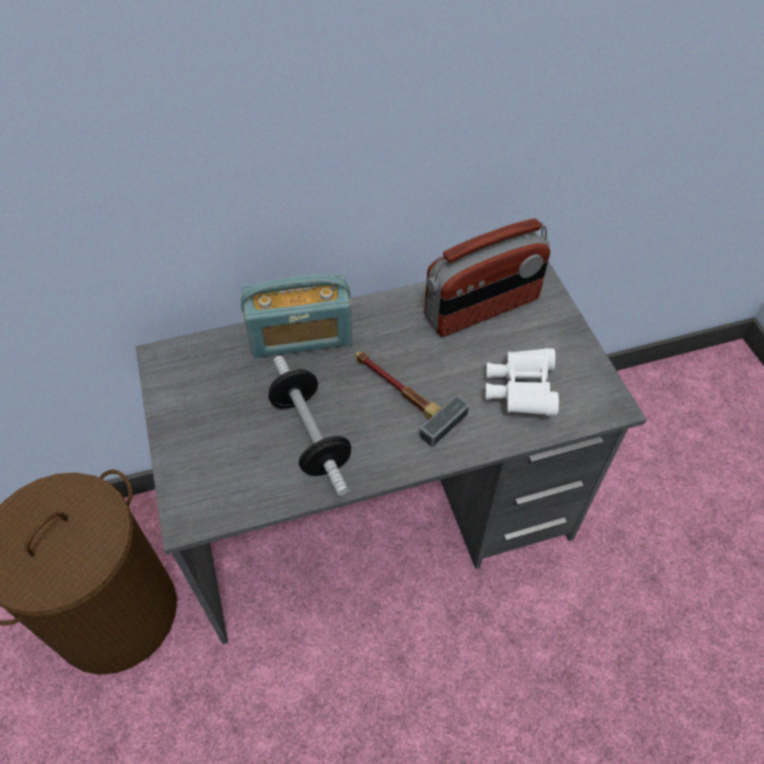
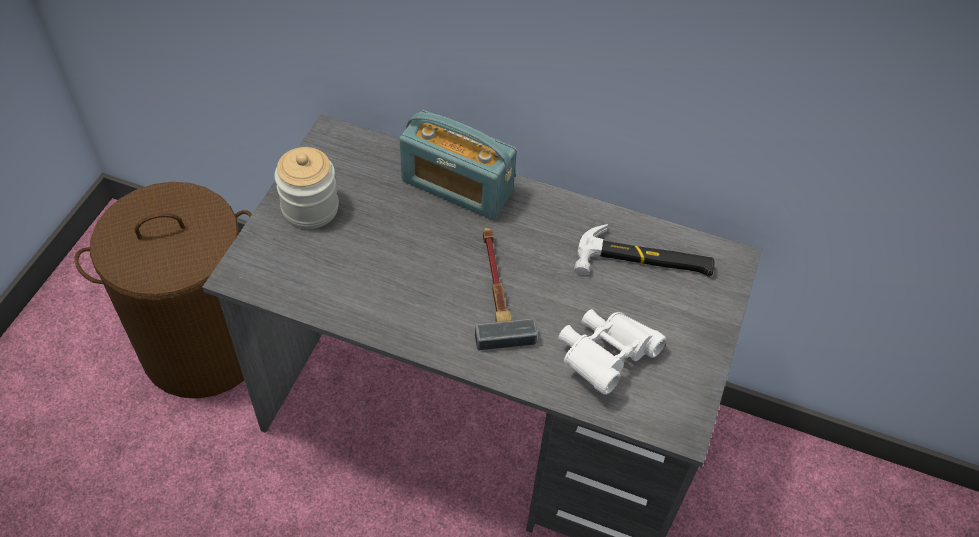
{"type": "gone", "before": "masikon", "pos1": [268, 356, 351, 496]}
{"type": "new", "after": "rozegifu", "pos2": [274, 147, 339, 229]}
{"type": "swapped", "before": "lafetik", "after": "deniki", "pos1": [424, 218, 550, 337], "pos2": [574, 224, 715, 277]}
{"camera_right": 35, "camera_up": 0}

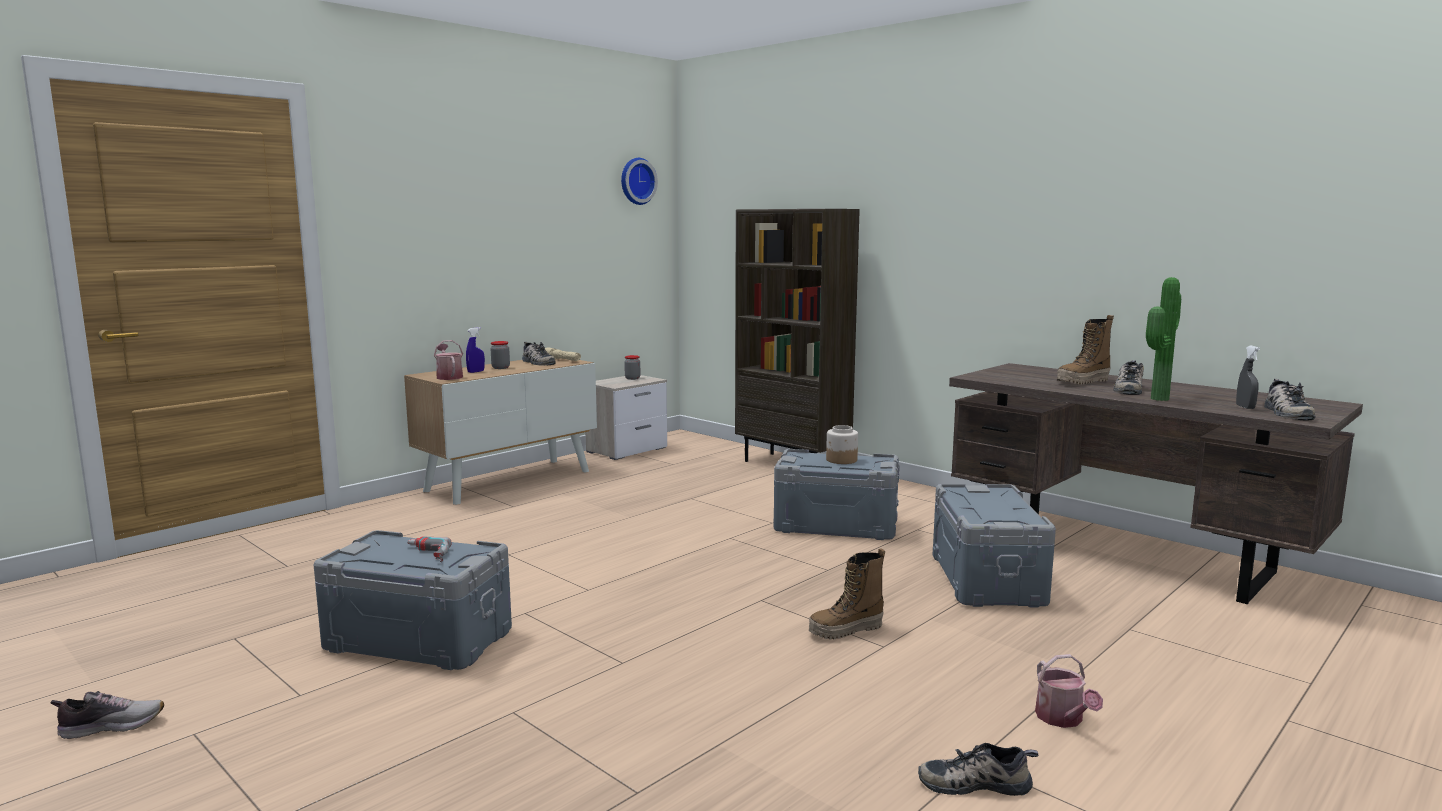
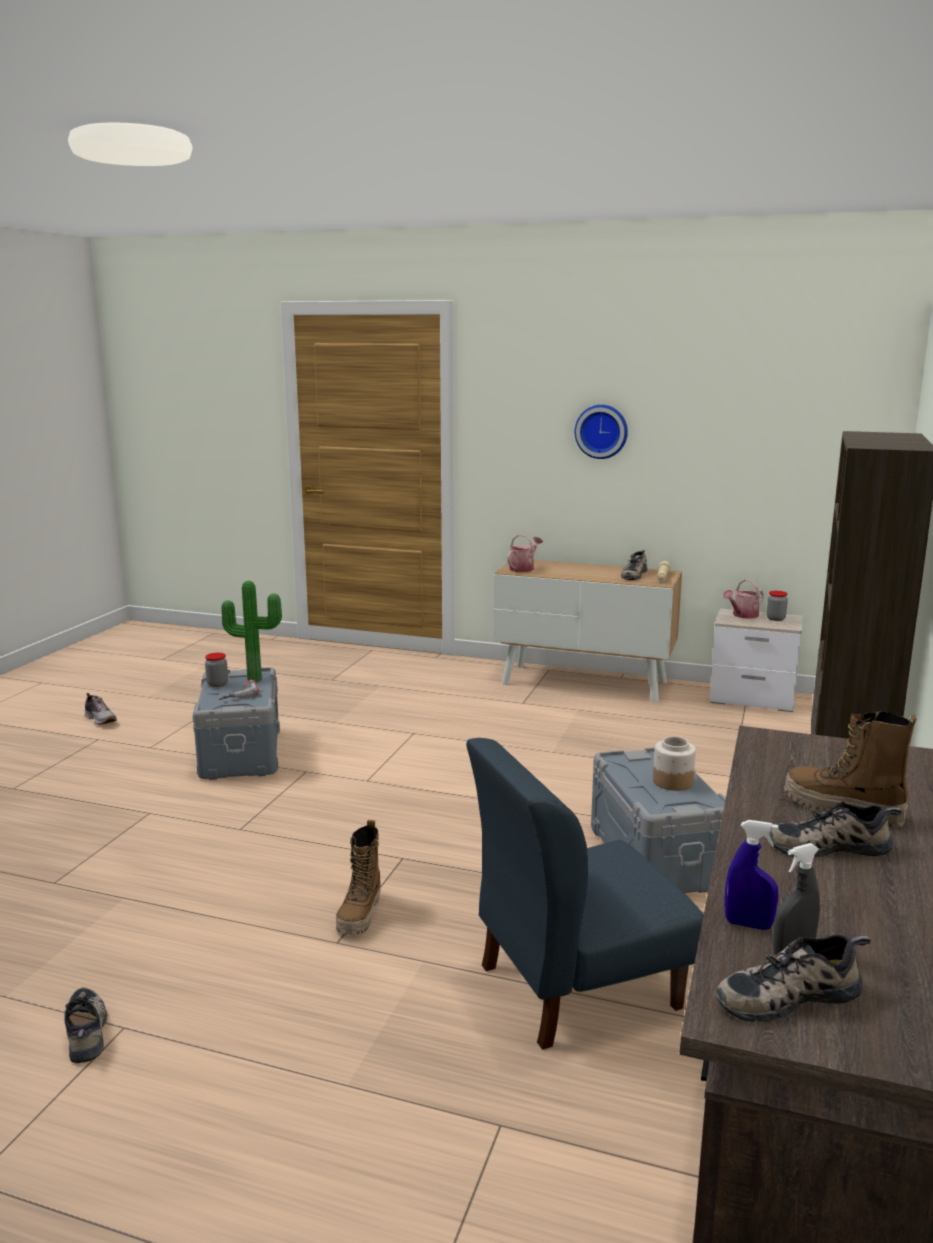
{"type": "shifted", "before": "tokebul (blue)", "pos1": [466, 327, 485, 373], "pos2": [724, 820, 779, 930]}
{"type": "shifted", "before": "rozegifu", "pos1": [490, 341, 510, 369], "pos2": [205, 653, 228, 687]}
{"type": "shifted", "before": "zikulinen", "pos1": [621, 158, 658, 205], "pos2": [575, 405, 628, 459]}
{"type": "shifted", "before": "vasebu", "pos1": [1035, 654, 1103, 728], "pos2": [723, 579, 764, 619]}
{"type": "shifted", "before": "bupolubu", "pos1": [1146, 277, 1181, 401], "pos2": [222, 581, 282, 682]}
{"type": "swapped", "before": "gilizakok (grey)", "after": "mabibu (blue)", "pos1": [933, 484, 1056, 608], "pos2": [466, 738, 704, 1050]}
{"type": "rotated", "before": "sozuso", "pos1": [809, 548, 885, 639], "pos2": [336, 820, 381, 935], "turn": -120}
{"camera_right": 65, "camera_up": 5}

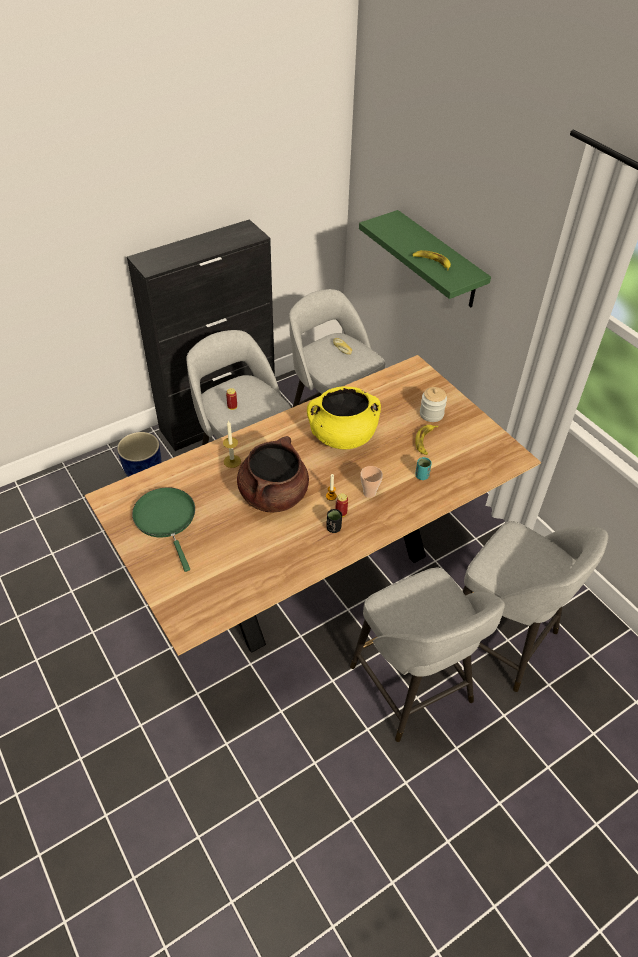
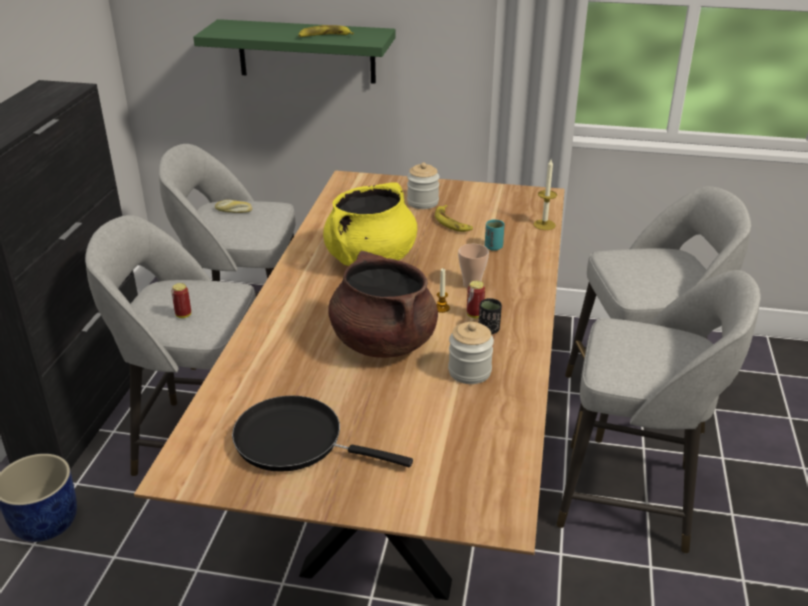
{"type": "new", "after": "rozegifu", "pos2": [448, 322, 494, 384]}
{"type": "shifted", "before": "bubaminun", "pos1": [223, 421, 241, 468], "pos2": [534, 160, 557, 230]}
{"type": "repainted", "before": "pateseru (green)", "after": "pateseru (black)", "pos1": [132, 487, 195, 572], "pos2": [232, 395, 413, 472]}
{"camera_right": -45, "camera_up": -15}

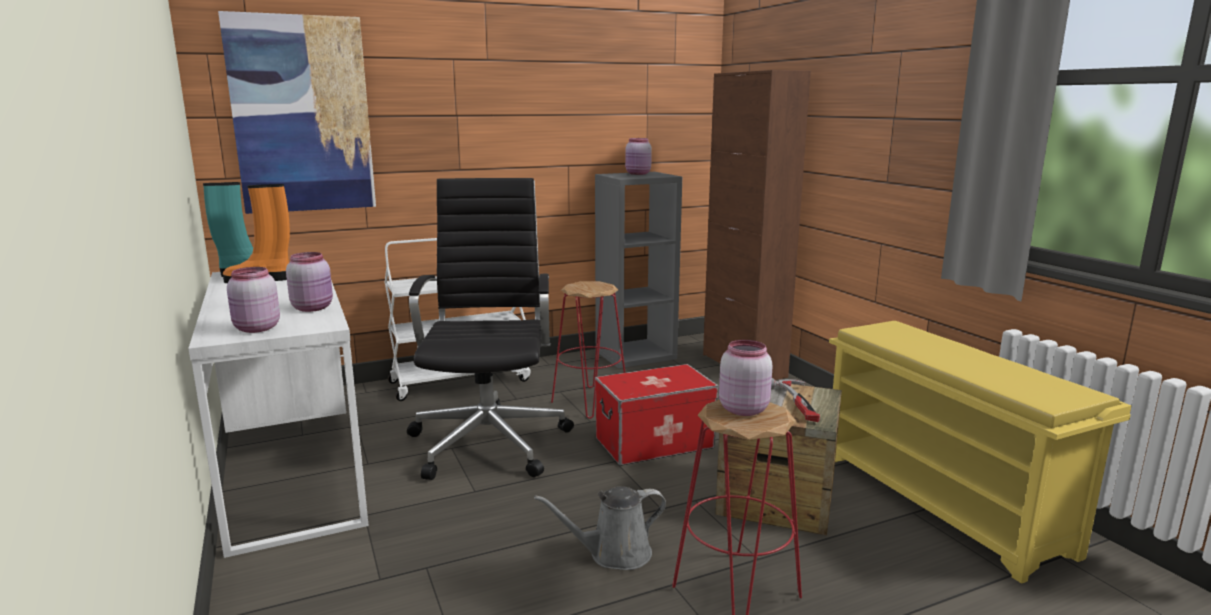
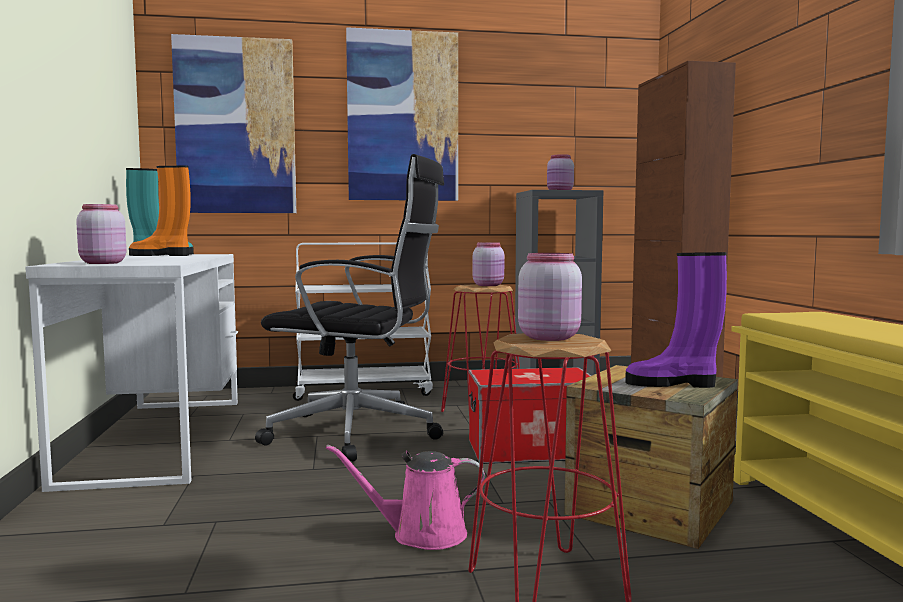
{"type": "new", "after": "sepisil", "pos2": [346, 27, 458, 201]}
{"type": "shifted", "before": "rozegifu (pink)", "pos1": [286, 252, 333, 312], "pos2": [473, 242, 504, 286]}
{"type": "swapped", "before": "deniki", "after": "sozuso (purple)", "pos1": [771, 378, 820, 422], "pos2": [625, 252, 727, 388]}
{"type": "repainted", "before": "vasebu (grey)", "after": "vasebu (pink)", "pos1": [534, 486, 666, 570], "pos2": [326, 445, 485, 550]}
{"type": "rotated", "before": "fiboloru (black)", "pos1": [407, 178, 574, 480], "pos2": [255, 154, 444, 462], "turn": 90}
{"camera_right": 15, "camera_up": -10}

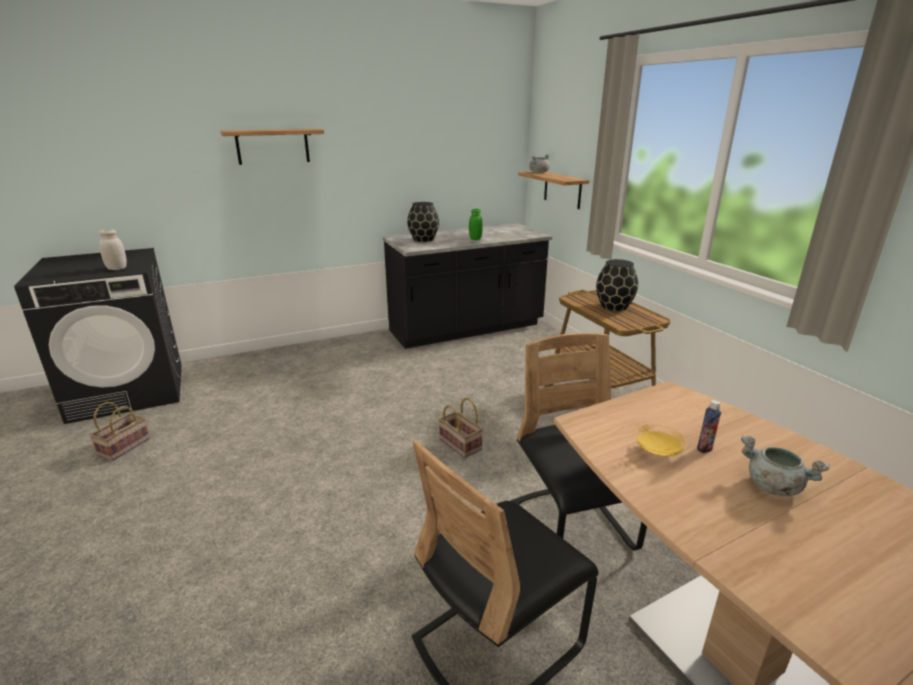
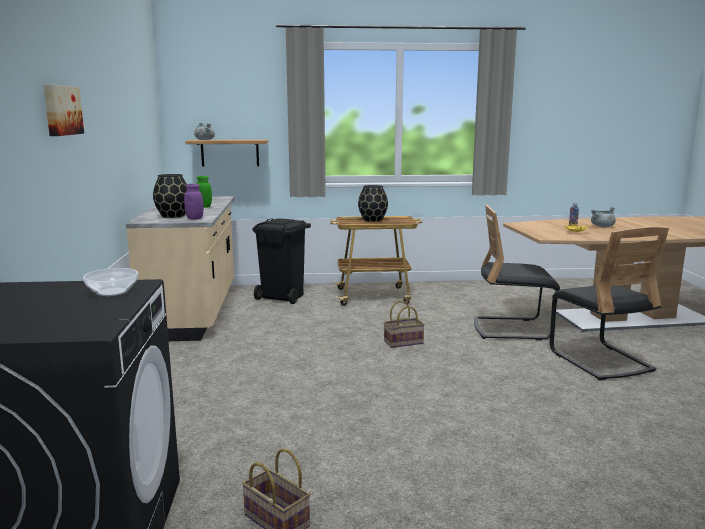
{"type": "new", "after": "rozegifu (purple)", "pos2": [184, 184, 204, 219]}
{"type": "new", "after": "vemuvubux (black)", "pos2": [252, 218, 311, 304]}
{"type": "swapped", "before": "rozegifu (white)", "after": "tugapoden", "pos1": [98, 229, 127, 270], "pos2": [83, 268, 138, 296]}
{"type": "swapped", "before": "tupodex", "after": "sepisil", "pos1": [220, 129, 324, 165], "pos2": [43, 84, 84, 136]}
{"type": "repainted", "before": "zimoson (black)", "after": "zimoson (beige)", "pos1": [383, 223, 552, 349], "pos2": [126, 196, 235, 341]}
{"camera_right": -70, "camera_up": -10}

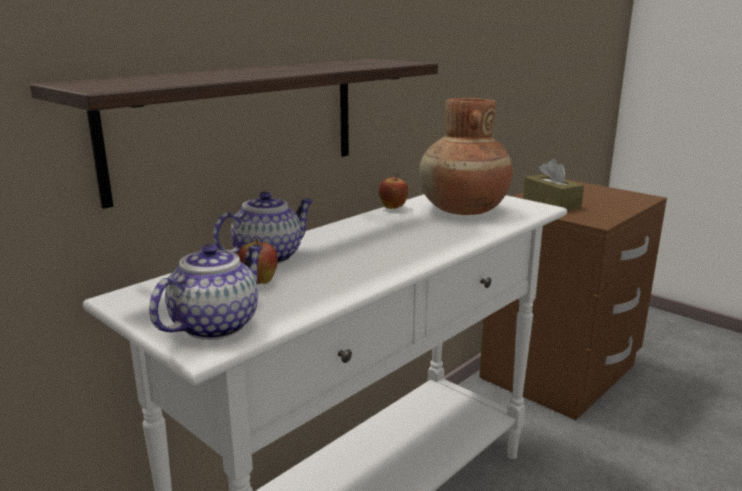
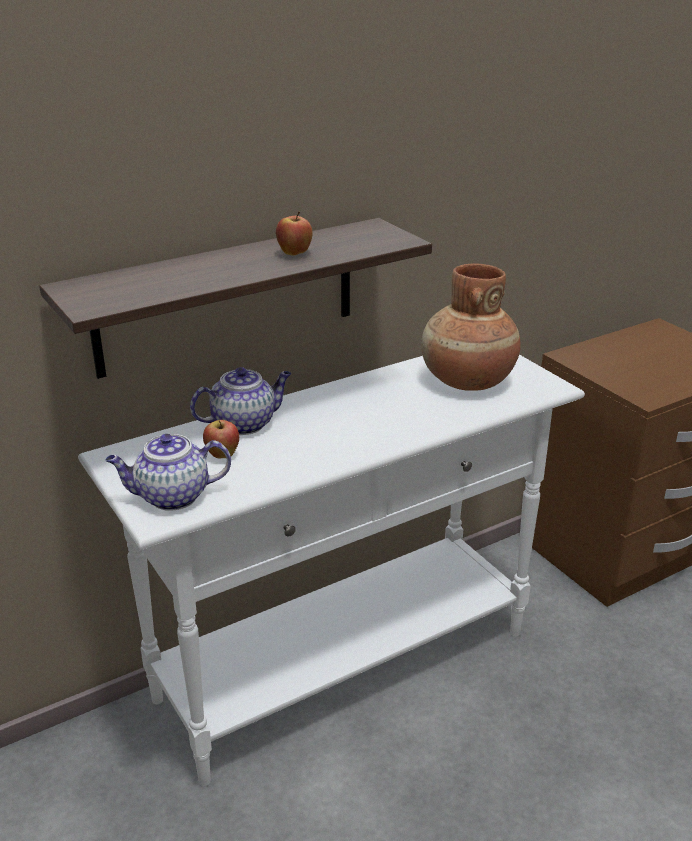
{"type": "gone", "before": "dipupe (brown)", "pos1": [523, 159, 584, 211]}
{"type": "shifted", "before": "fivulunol", "pos1": [379, 173, 408, 209], "pos2": [276, 211, 313, 256]}
{"type": "rotated", "before": "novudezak", "pos1": [149, 244, 263, 340], "pos2": [105, 434, 231, 511], "turn": -150}
{"camera_right": 15, "camera_up": 10}

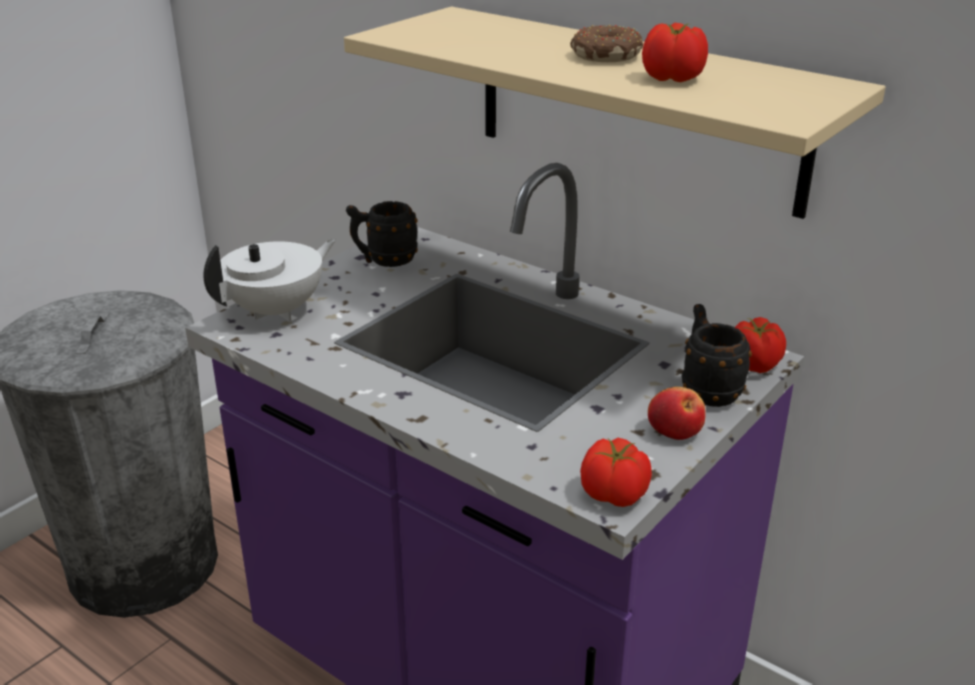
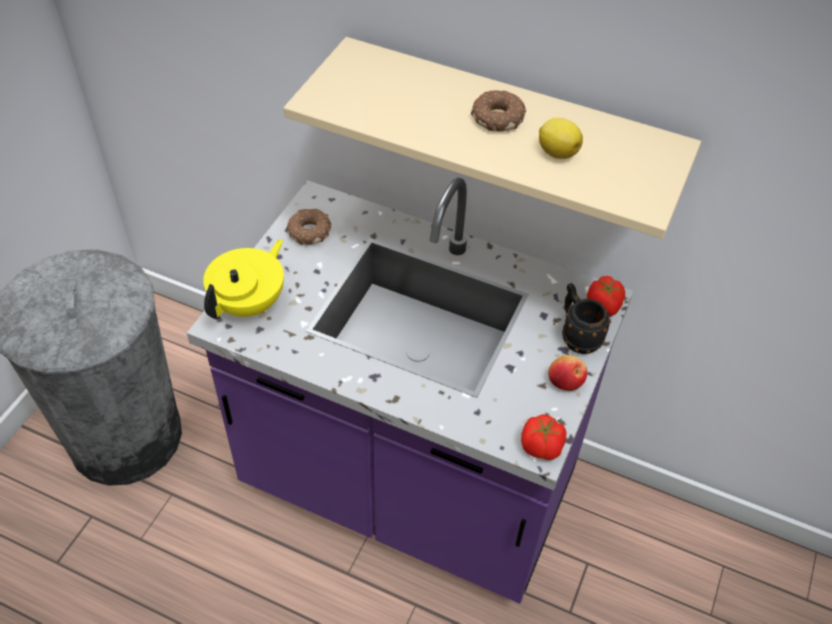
{"type": "swapped", "before": "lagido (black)", "after": "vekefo", "pos1": [346, 201, 418, 267], "pos2": [286, 208, 331, 245]}
{"type": "swapped", "before": "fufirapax", "after": "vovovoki", "pos1": [642, 23, 708, 82], "pos2": [539, 118, 583, 159]}
{"type": "repainted", "before": "novudezak (white)", "after": "novudezak (yellow)", "pos1": [203, 239, 336, 321], "pos2": [203, 239, 284, 319]}
{"camera_right": -15, "camera_up": 20}

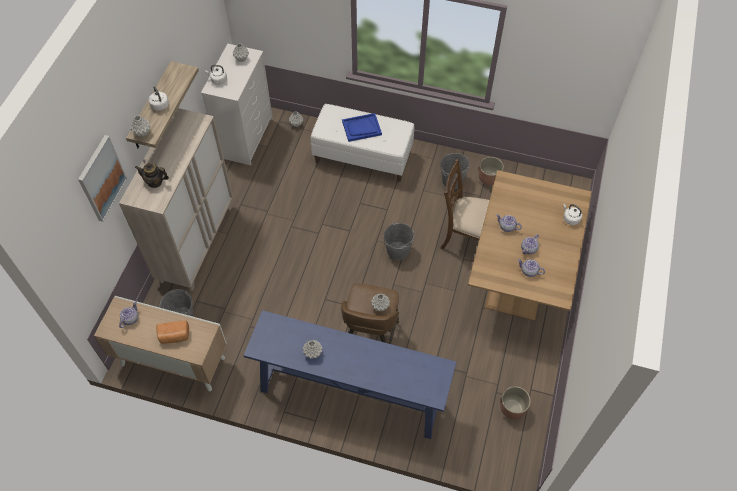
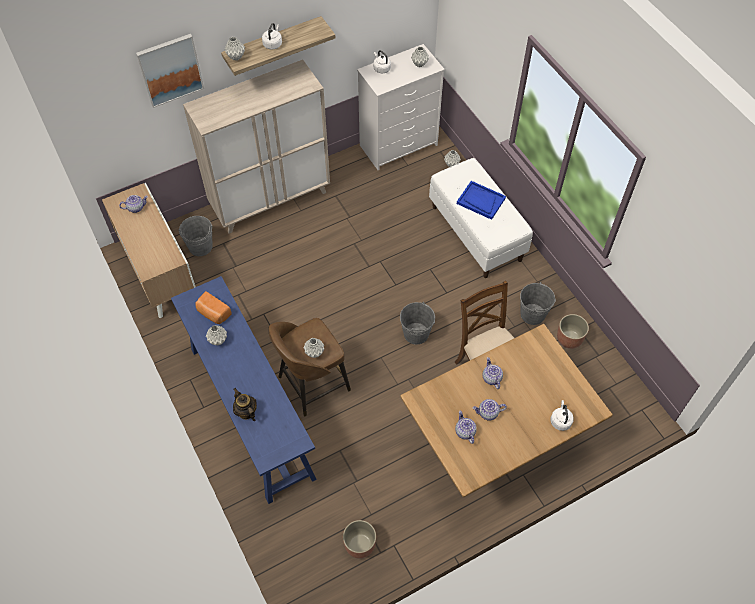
{"type": "shifted", "before": "novudezak", "pos1": [135, 163, 169, 188], "pos2": [233, 388, 257, 421]}
{"type": "shifted", "before": "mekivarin", "pos1": [156, 320, 189, 344], "pos2": [196, 291, 232, 324]}
{"camera_right": 45, "camera_up": 0}

